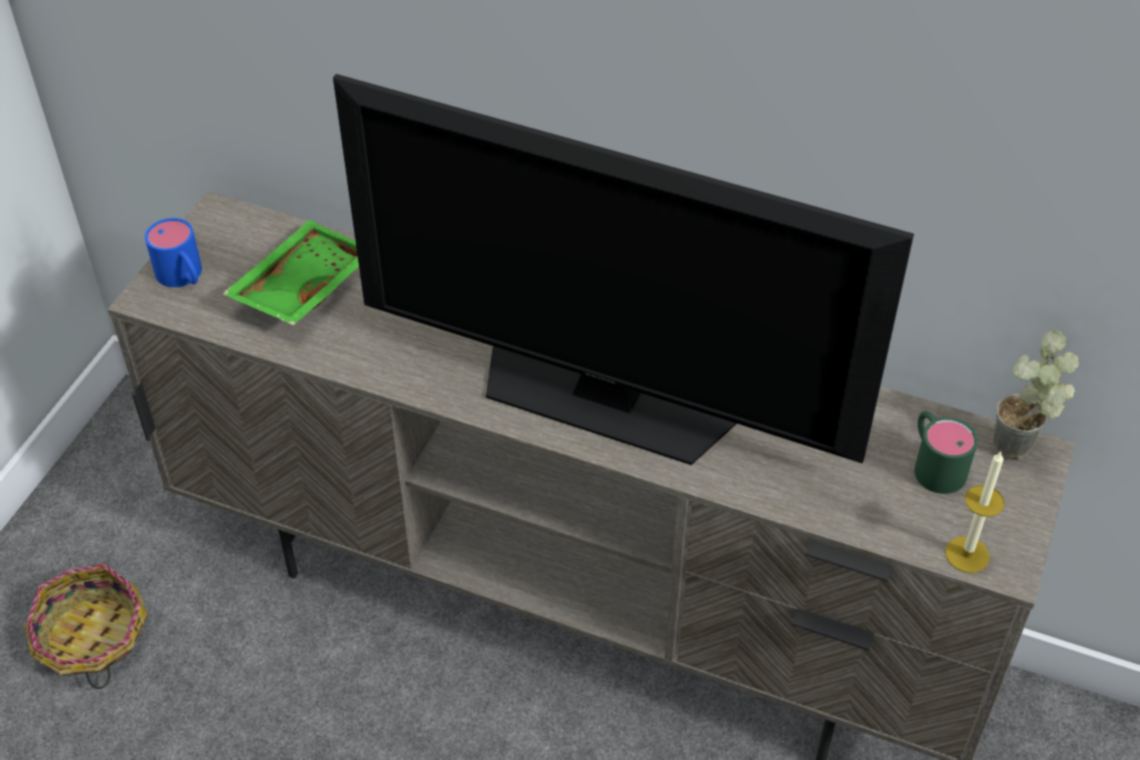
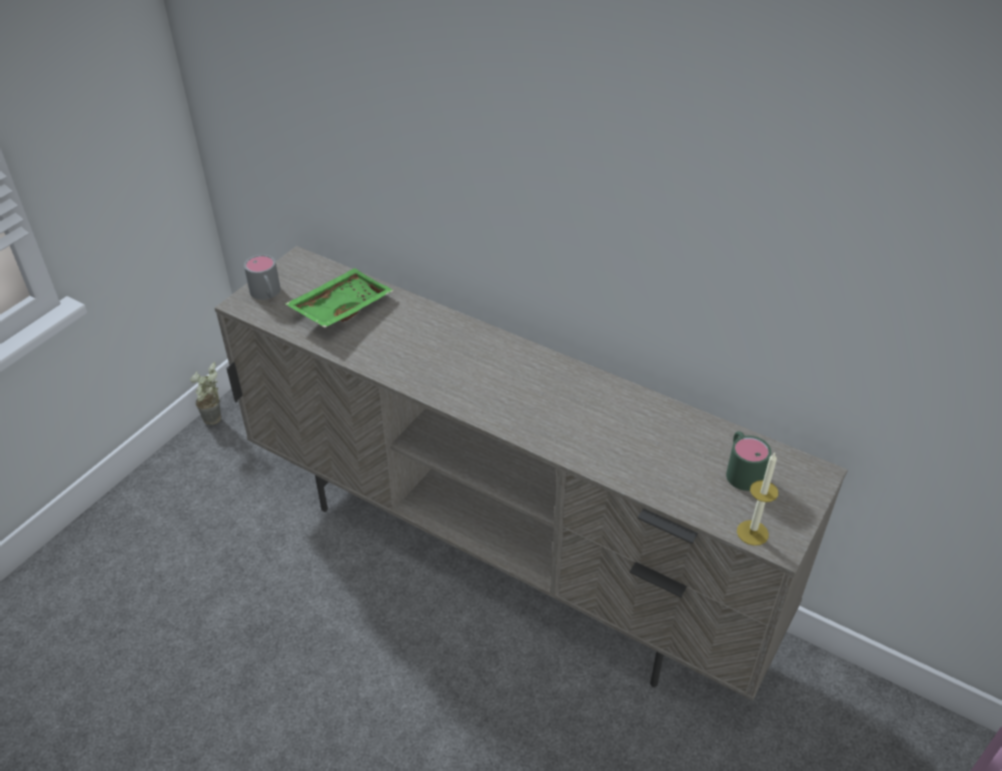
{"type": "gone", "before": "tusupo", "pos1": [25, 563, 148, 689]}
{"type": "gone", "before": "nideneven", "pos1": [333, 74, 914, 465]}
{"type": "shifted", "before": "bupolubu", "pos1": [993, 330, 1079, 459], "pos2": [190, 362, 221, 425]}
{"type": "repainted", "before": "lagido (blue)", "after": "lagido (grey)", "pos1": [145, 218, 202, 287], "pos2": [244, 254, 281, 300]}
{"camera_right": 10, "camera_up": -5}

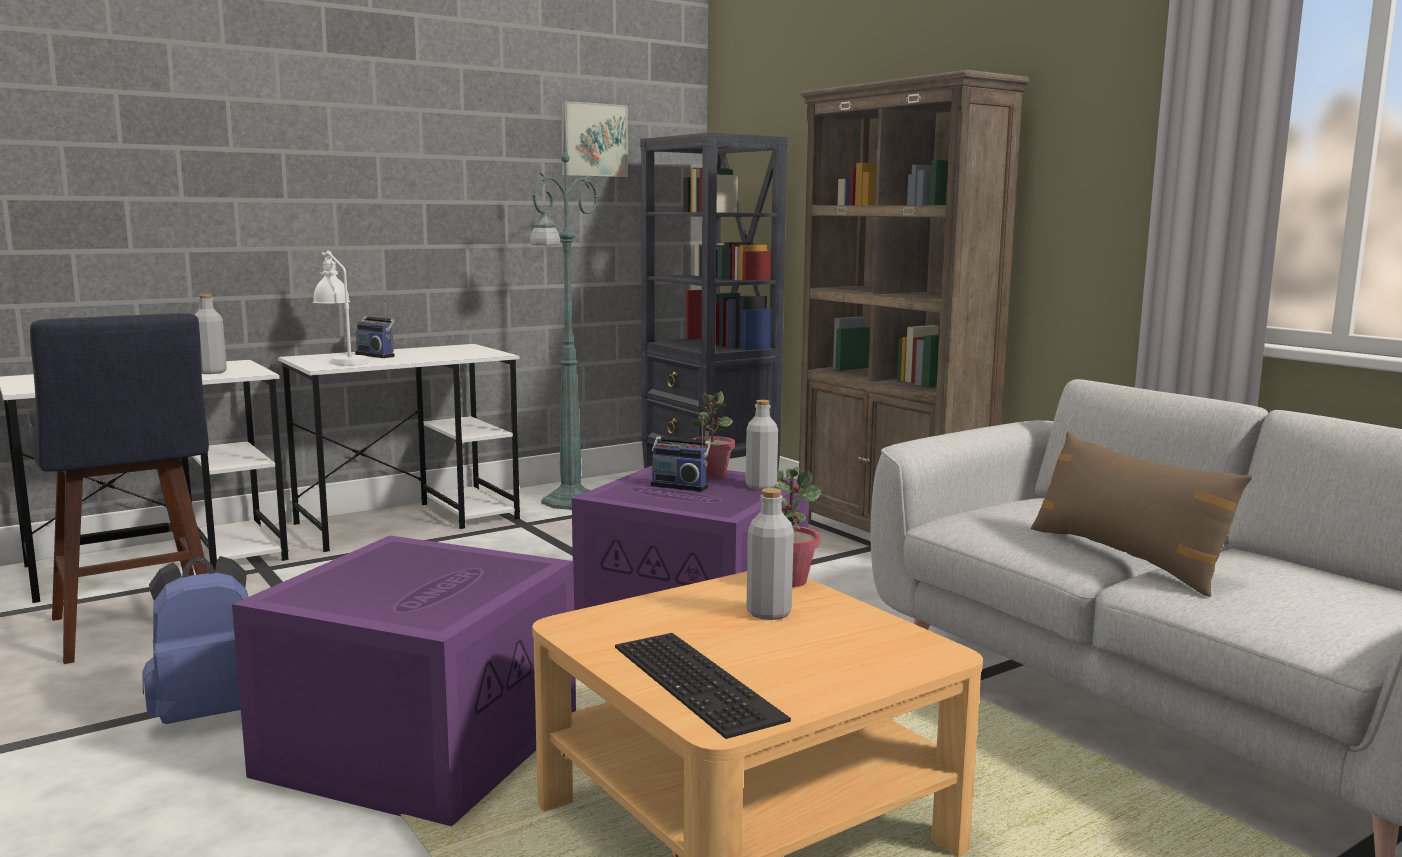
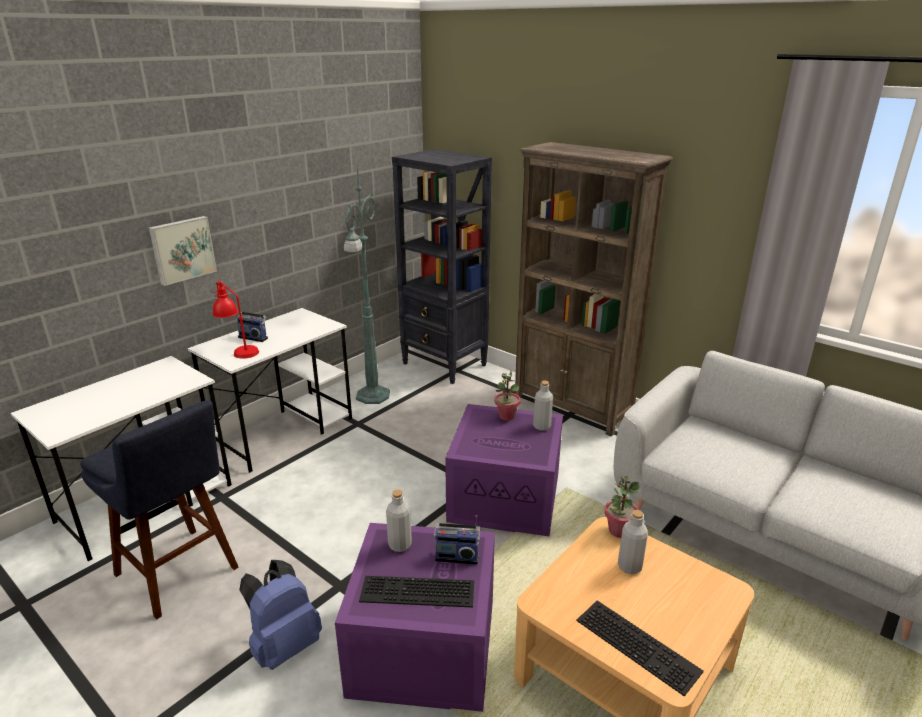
{"type": "gone", "before": "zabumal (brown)", "pos1": [1031, 432, 1252, 597]}
{"type": "new", "after": "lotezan", "pos2": [359, 576, 474, 608]}
{"type": "shifted", "before": "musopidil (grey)", "pos1": [195, 295, 227, 374], "pos2": [386, 489, 412, 552]}
{"type": "shifted", "before": "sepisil", "pos1": [561, 101, 628, 177], "pos2": [149, 216, 217, 286]}
{"type": "shifted", "before": "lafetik", "pos1": [651, 417, 711, 492], "pos2": [434, 515, 480, 565]}
{"type": "repainted", "before": "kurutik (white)", "after": "kurutik (red)", "pos1": [313, 251, 369, 365], "pos2": [210, 281, 259, 359]}
{"camera_right": -15, "camera_up": 15}

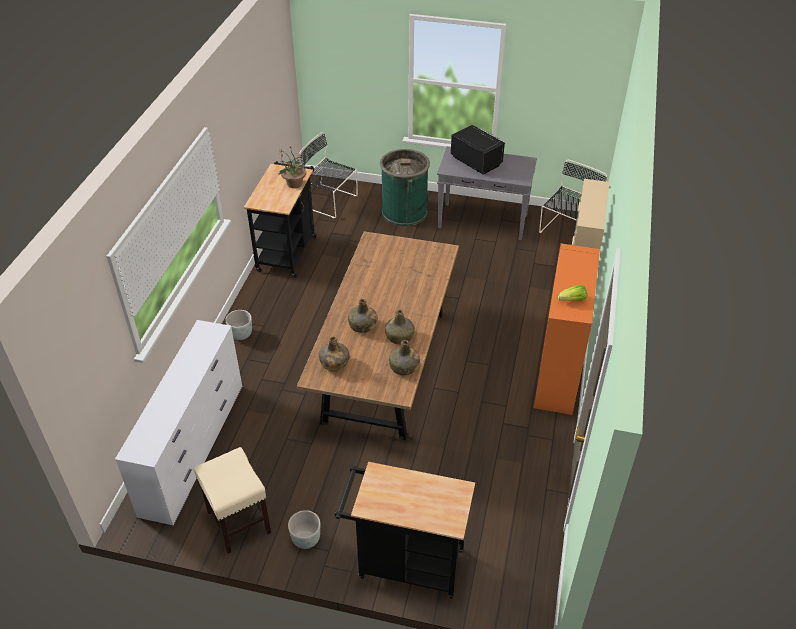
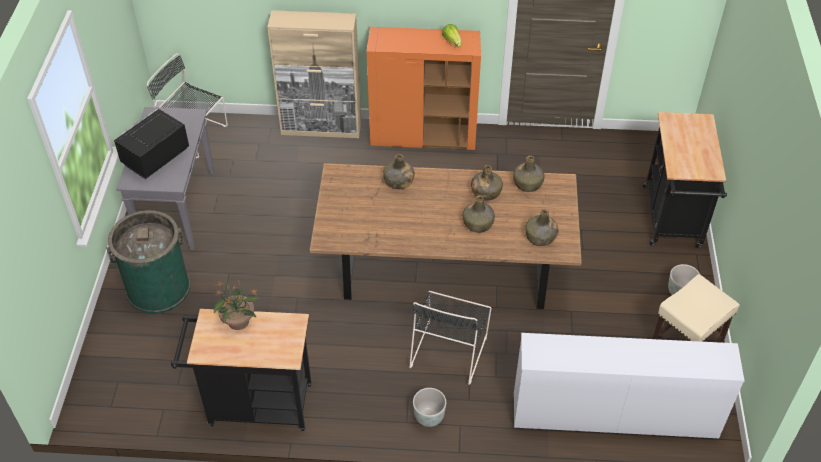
{"type": "new", "after": "musopidil (green)", "pos2": [383, 154, 415, 190]}
{"type": "shifted", "before": "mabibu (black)", "pos1": [299, 132, 358, 218], "pos2": [409, 291, 491, 385]}
{"camera_right": -100, "camera_up": 5}

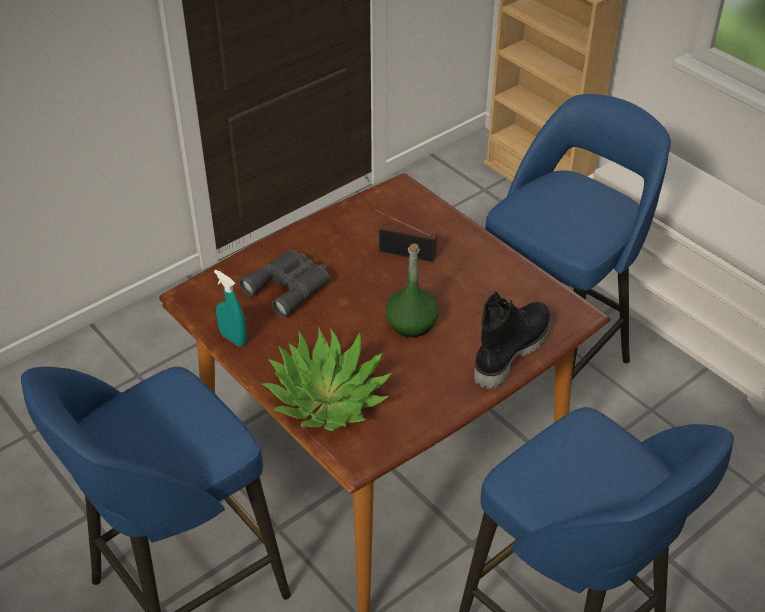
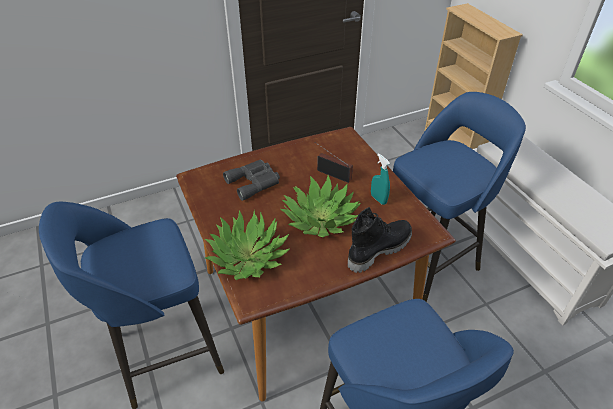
{"type": "shifted", "before": "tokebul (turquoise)", "pos1": [214, 270, 247, 346], "pos2": [371, 153, 390, 205]}
{"type": "swapped", "before": "musopidil (green)", "after": "bupolubu", "pos1": [385, 243, 439, 337], "pos2": [280, 175, 361, 237]}
{"camera_right": 15, "camera_up": 0}

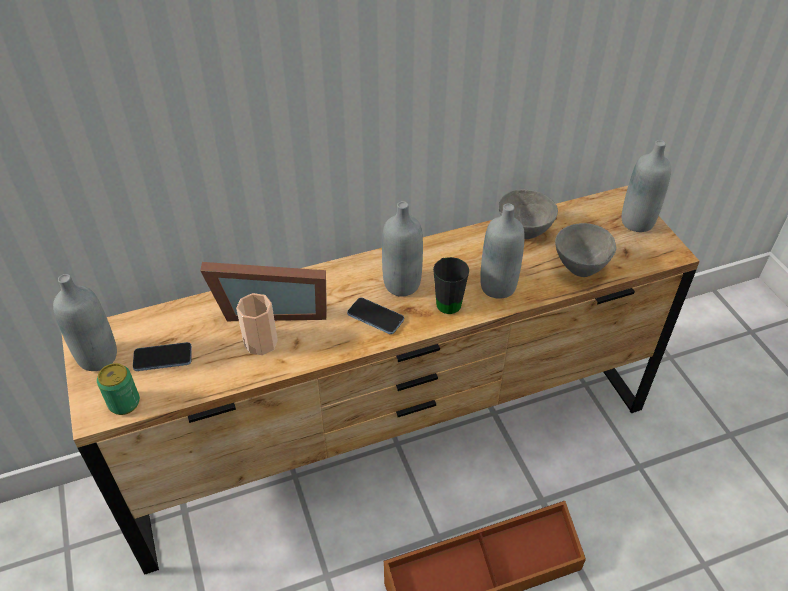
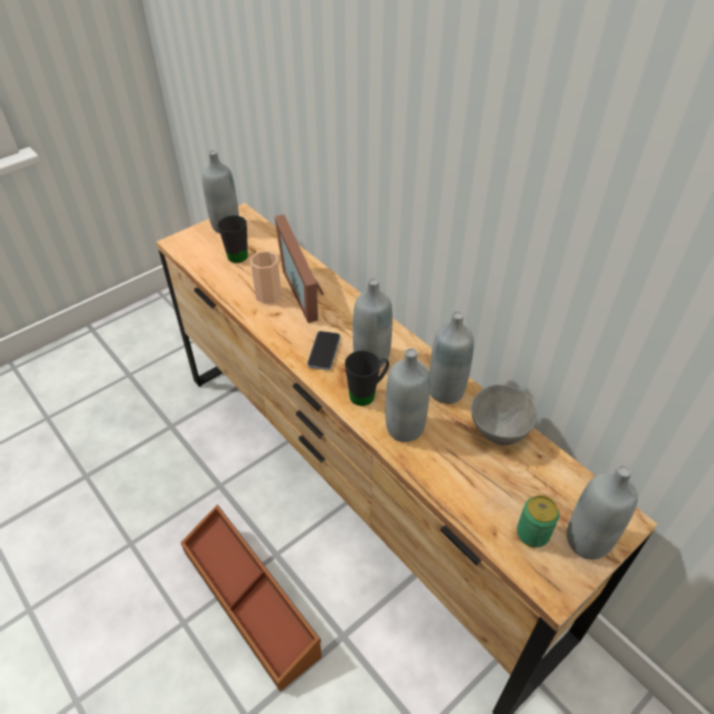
{"type": "gone", "before": "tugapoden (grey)", "pos1": [555, 223, 616, 277]}
{"type": "new", "after": "musopidil (grey)", "pos2": [429, 311, 474, 404]}
{"type": "shifted", "before": "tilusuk", "pos1": [97, 363, 140, 415], "pos2": [517, 495, 560, 548]}
{"type": "swapped", "before": "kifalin", "after": "lagido (black)", "pos1": [133, 342, 192, 371], "pos2": [218, 215, 248, 263]}
{"camera_right": 70, "camera_up": 0}

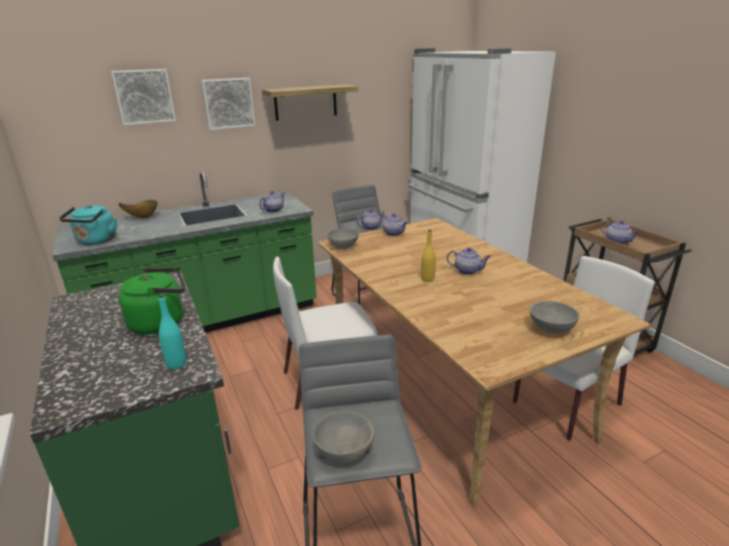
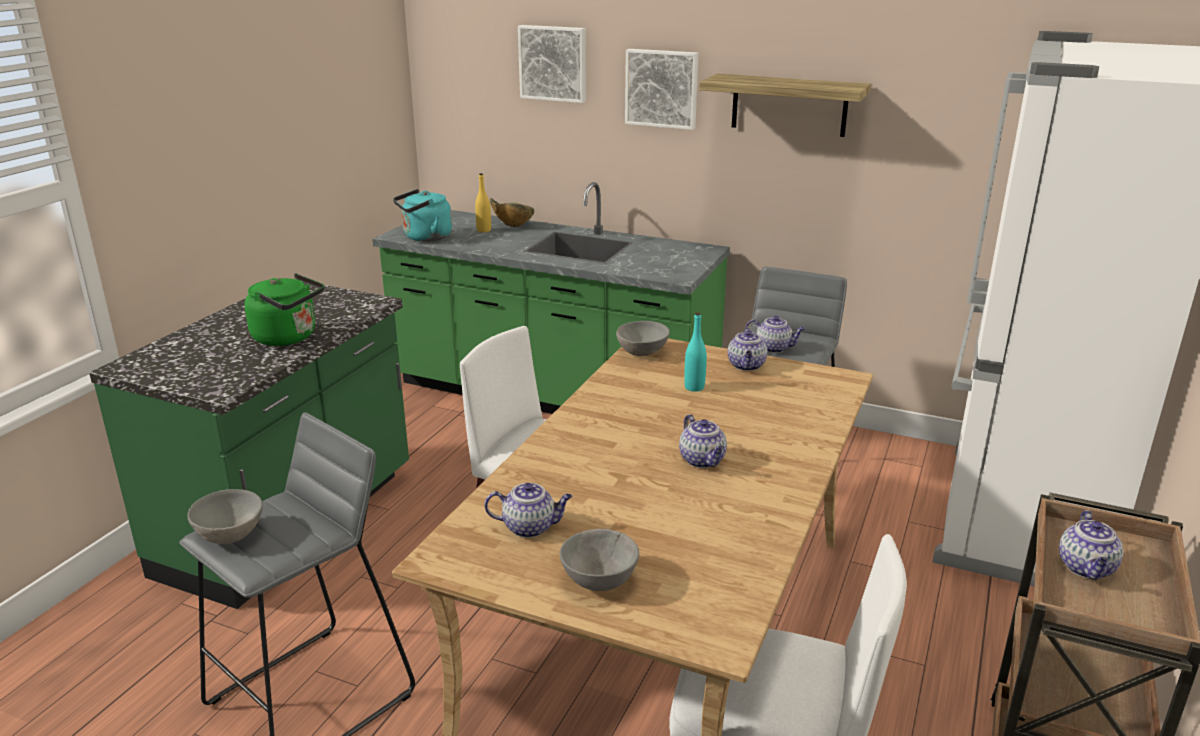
{"type": "shifted", "before": "musopidil (turquoise)", "pos1": [158, 294, 187, 369], "pos2": [684, 312, 707, 392]}
{"type": "shifted", "before": "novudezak", "pos1": [259, 191, 285, 212], "pos2": [484, 483, 572, 538]}
{"type": "shifted", "before": "musopidil (yellow)", "pos1": [421, 230, 436, 282], "pos2": [475, 173, 491, 232]}
{"camera_right": 50, "camera_up": 0}

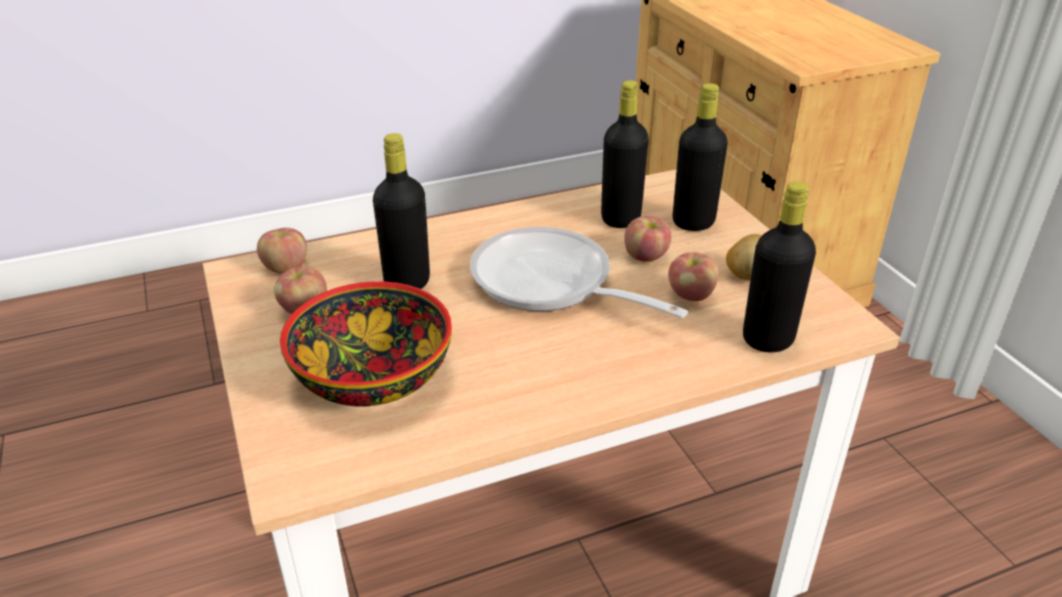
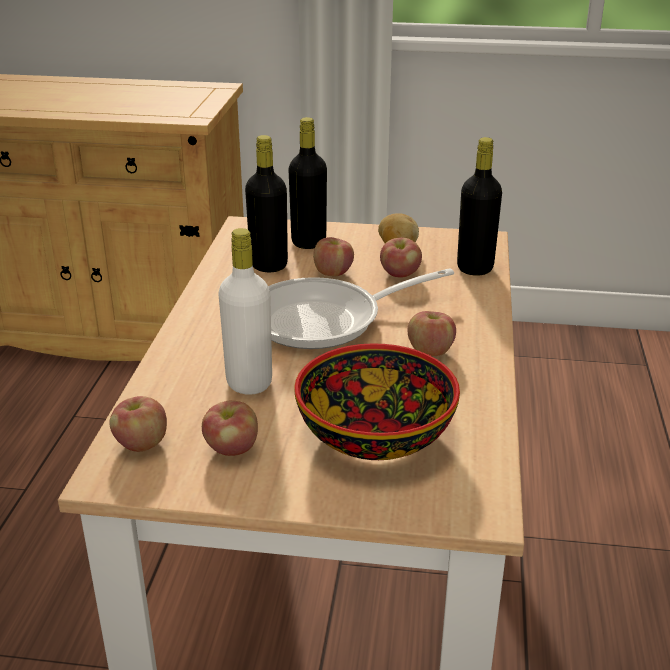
{"type": "new", "after": "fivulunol", "pos2": [408, 311, 456, 356]}
{"type": "repainted", "before": "musopidil (black)", "after": "musopidil (white)", "pos1": [373, 133, 430, 289], "pos2": [218, 228, 272, 395]}
{"camera_right": -60, "camera_up": -5}

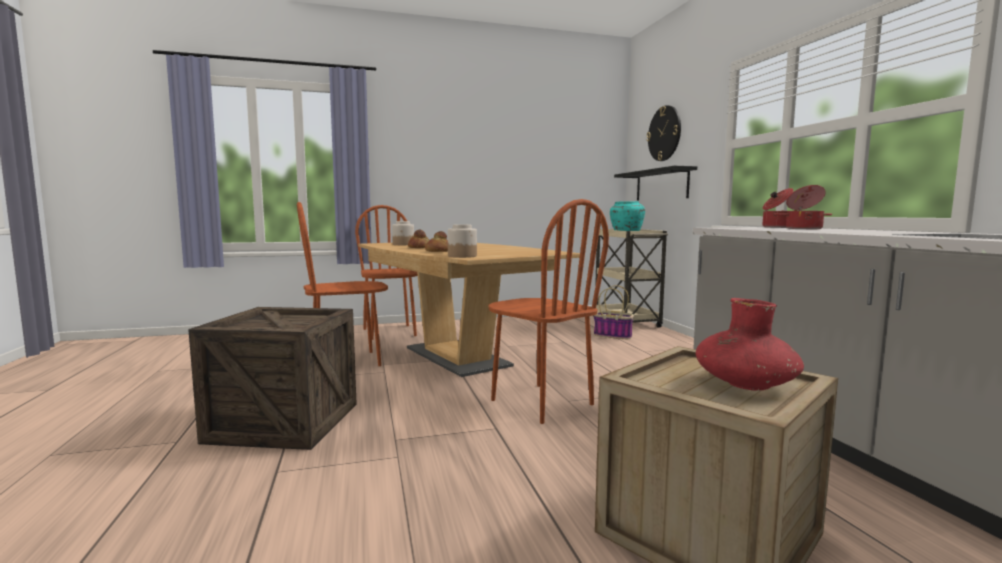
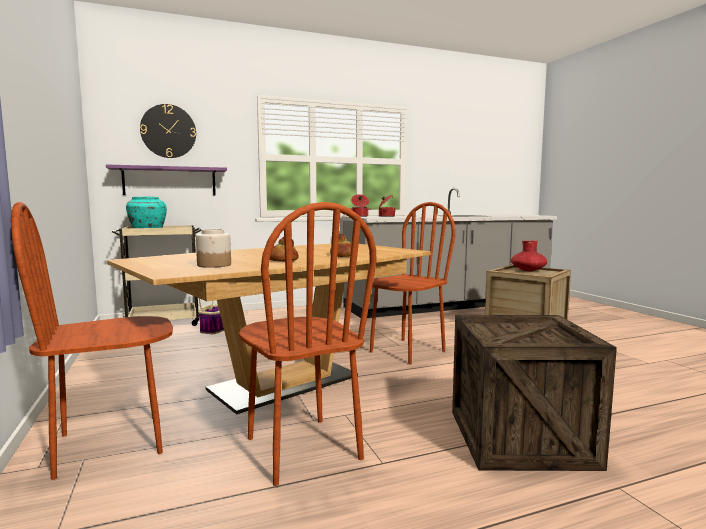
{"type": "gone", "before": "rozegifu", "pos1": [448, 224, 477, 258]}
{"type": "repainted", "before": "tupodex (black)", "after": "tupodex (purple)", "pos1": [614, 166, 697, 200], "pos2": [106, 164, 227, 196]}
{"camera_right": -95, "camera_up": 0}

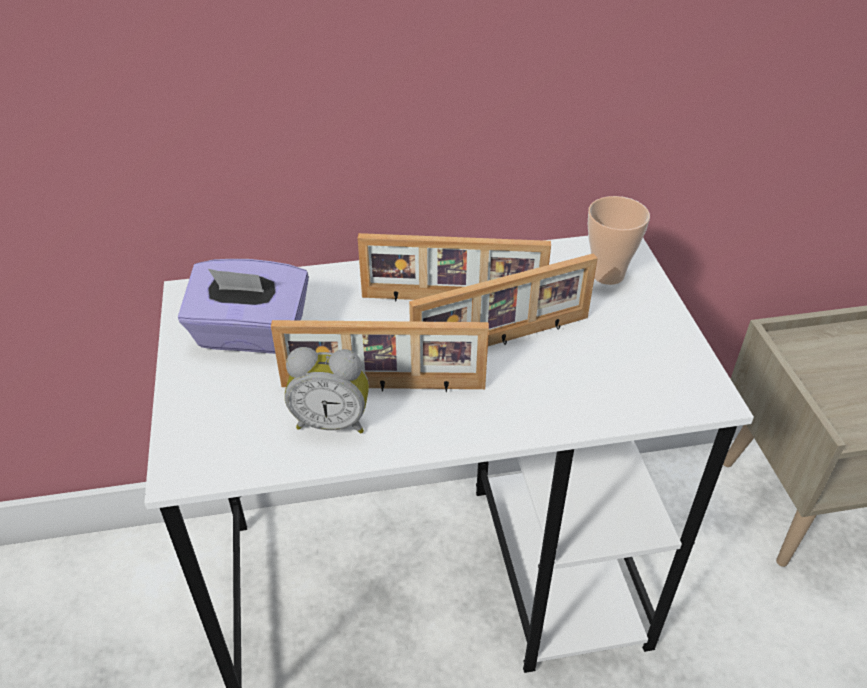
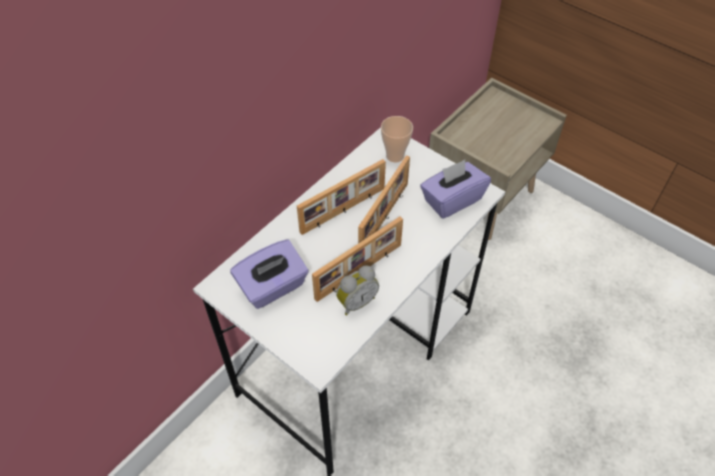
{"type": "new", "after": "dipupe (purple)", "pos2": [420, 160, 491, 219]}
{"camera_right": -40, "camera_up": 10}

